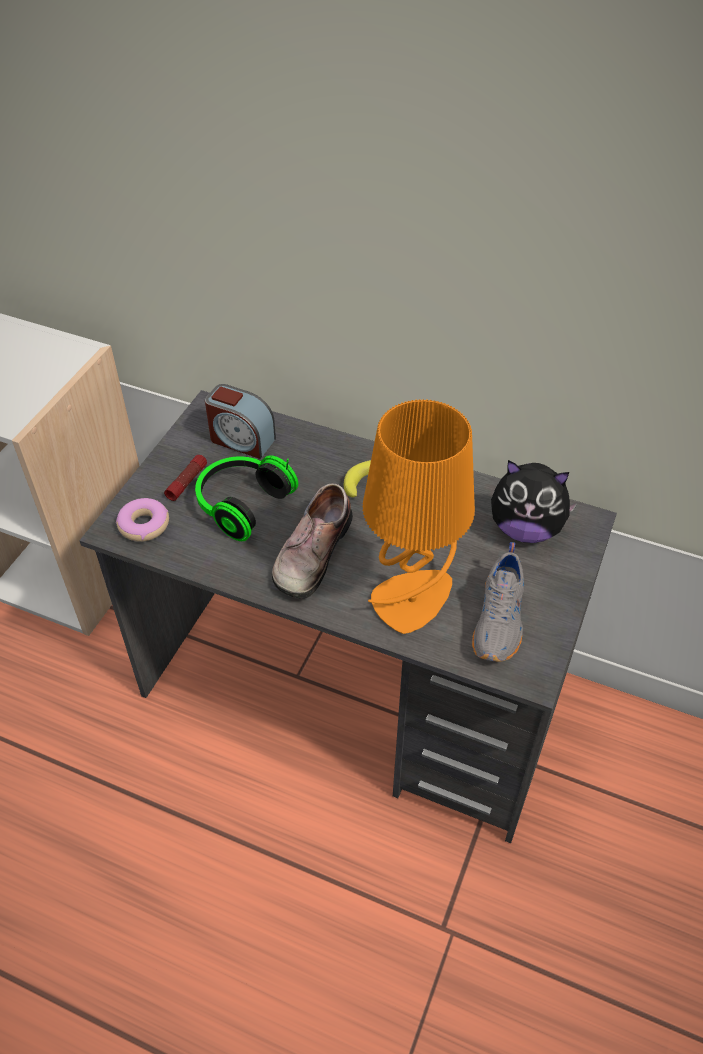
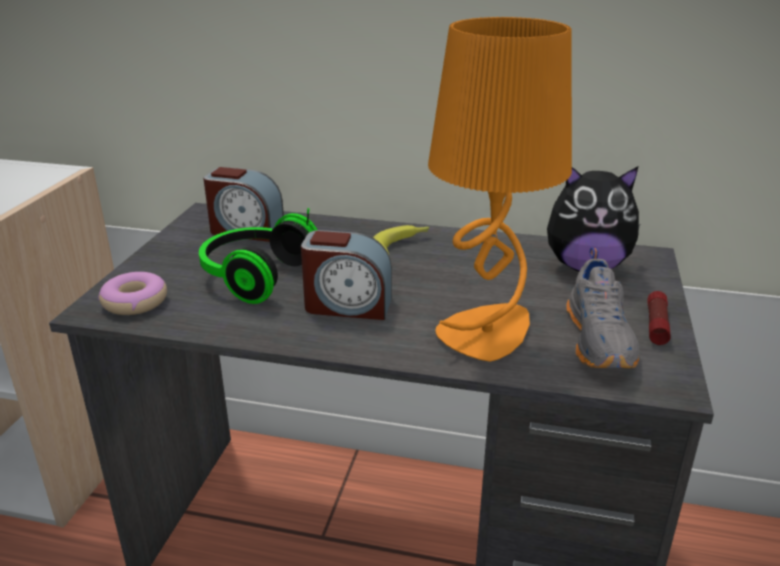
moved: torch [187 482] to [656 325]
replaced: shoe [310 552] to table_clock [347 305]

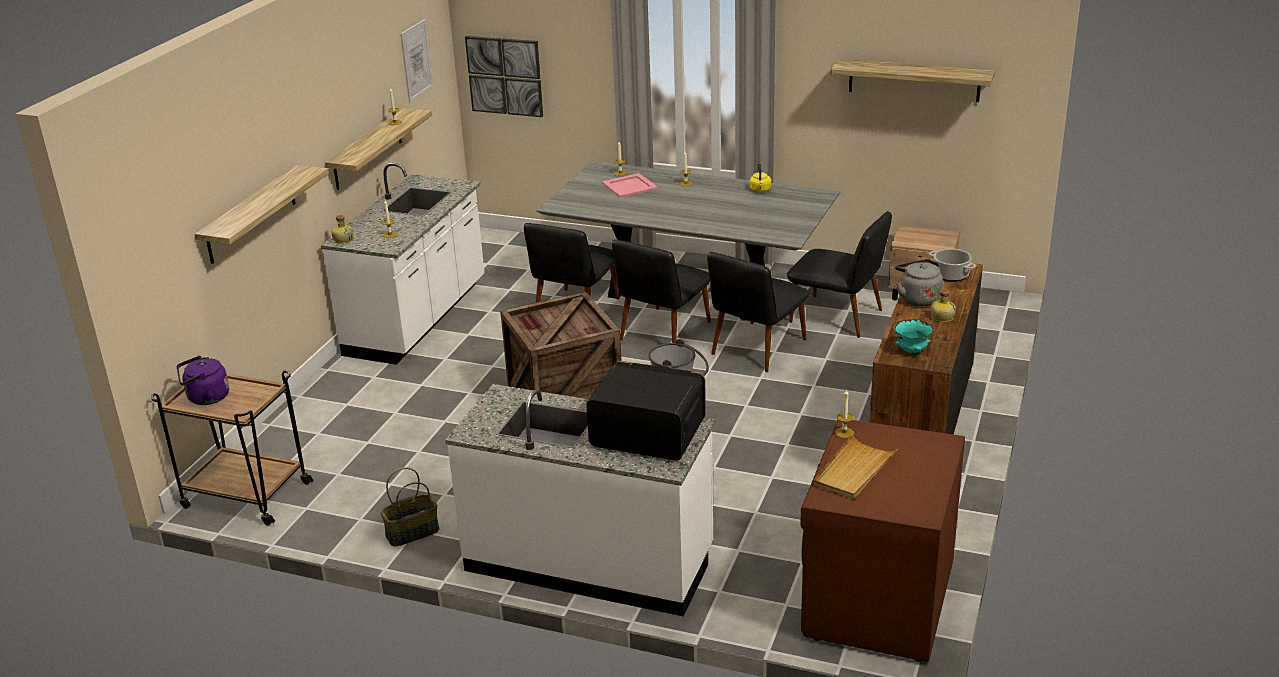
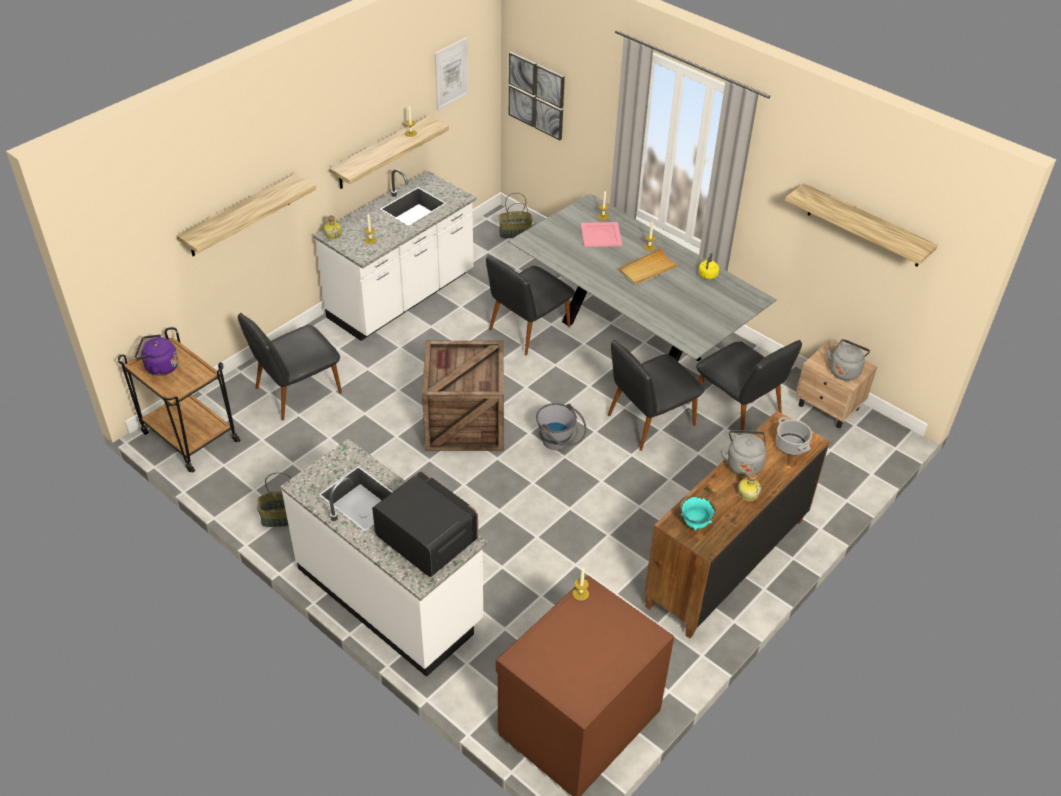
added: household_basket [515 233]; grey_water_kettle [844 370]
moved: black-coloured_plain_chair [665 331] to [298 390]; beige_serving_tray [854 470] to [648 269]

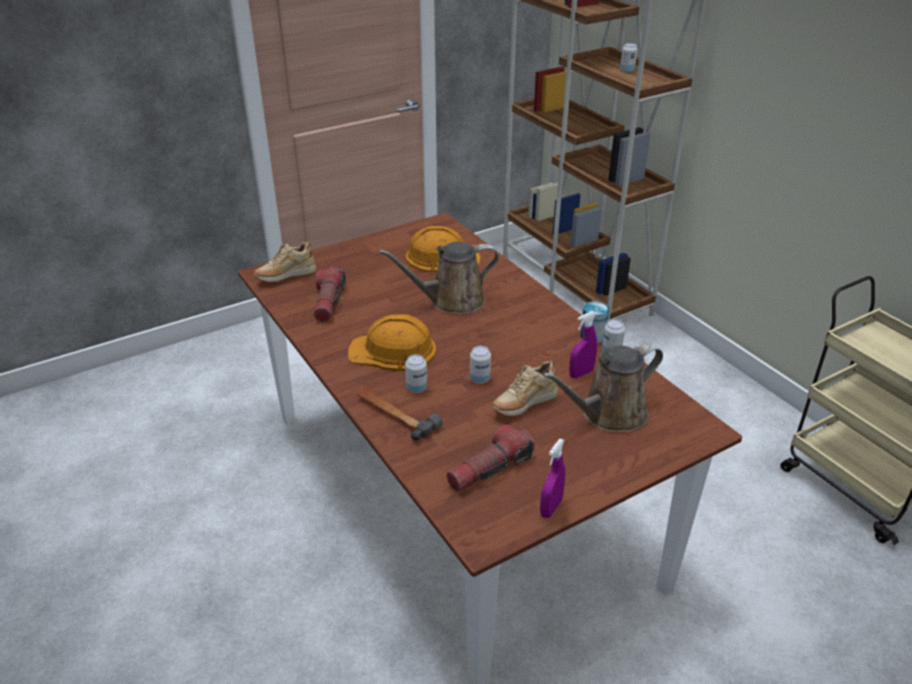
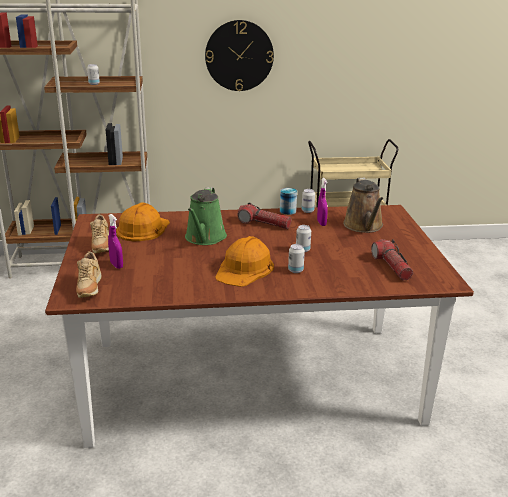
removed: hammer [396 415]
added: wall_clock [239 56]
moved: torch [328 302] to [264 224]; beige_shoe [523 405] to [101 247]; purplish_spray_bottle [551 508] to [116 265]
recoloured: brown_watering_can [451 301] to green_watering_can [204 238]

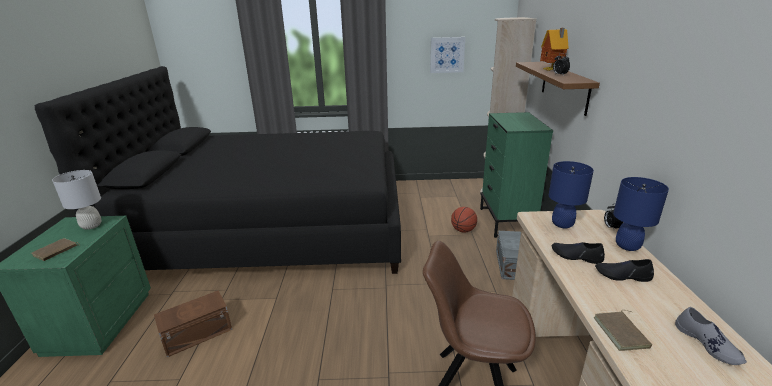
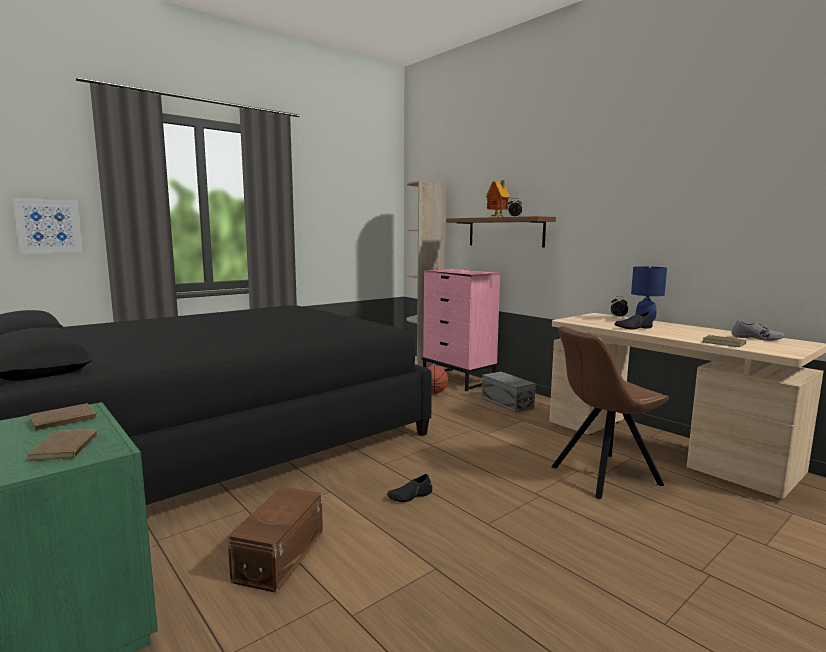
removed: bluish_table_lamp [561 224]
moved: wall_picture [447 55] to [48 226]; black-coloured_shoe [622 275] to [410 496]
replaced: grey_table_lamp [91 227] to brown_volume [64 420]
recoloured: green_drawer_chest [506 222] to pinkish_drawer_chest [458 380]

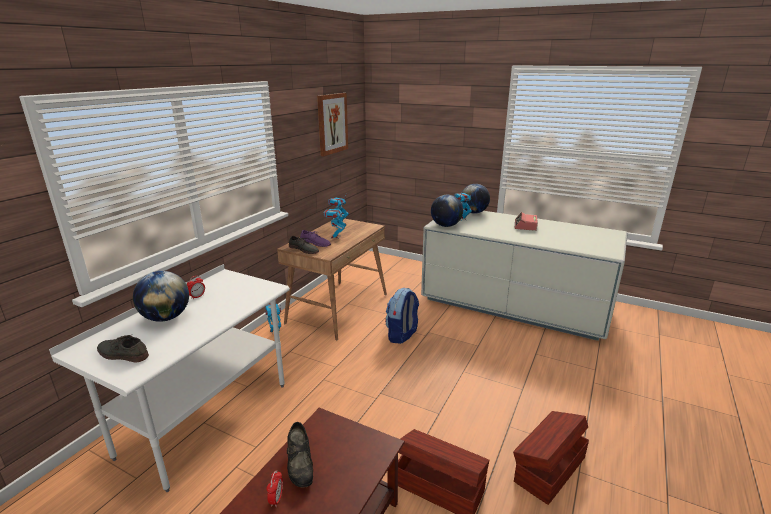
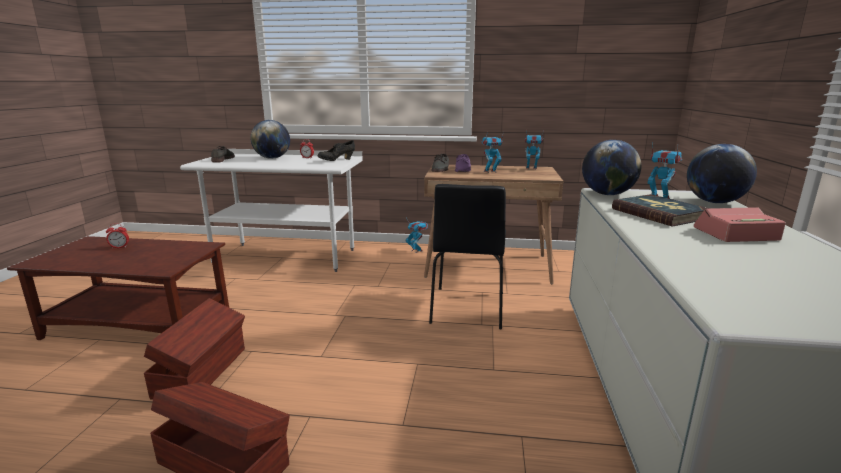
removed: wall_picture [332 123]
added: volume [659 214]
moved: black-coloured_shoe [300 467] to [337 160]
replaced: knapsack [402 335] to black-coloured_plain_chair [467 309]

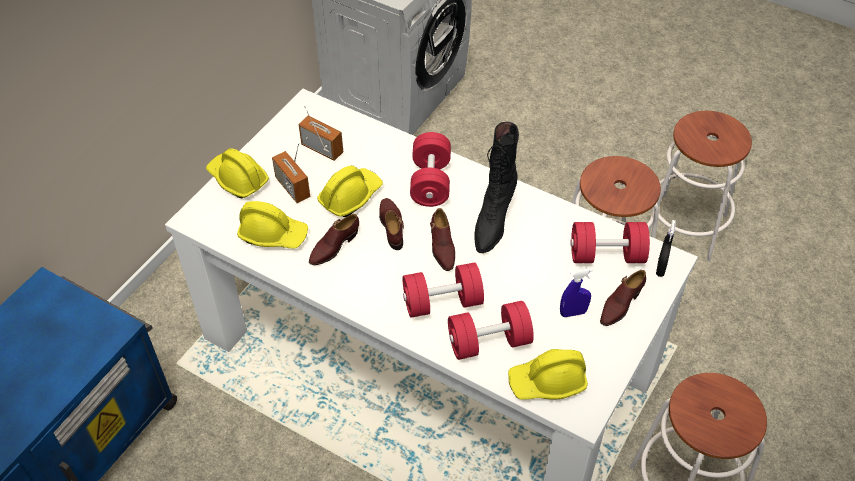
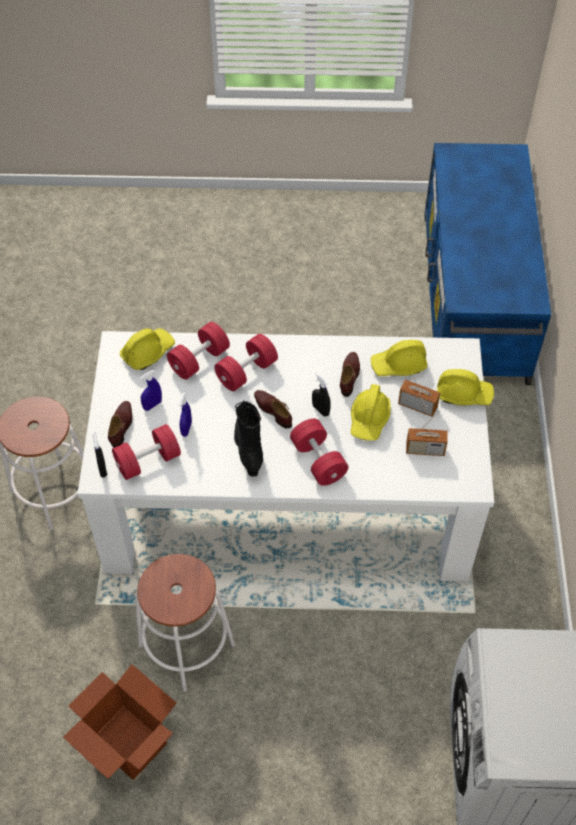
added: bluish_spray_bottle [186 429]
replaced: brown_shoe [392 226] to black-coloured_spray_bottle [320 410]; whitish_sitting_stool [685 227] to carton [128 742]

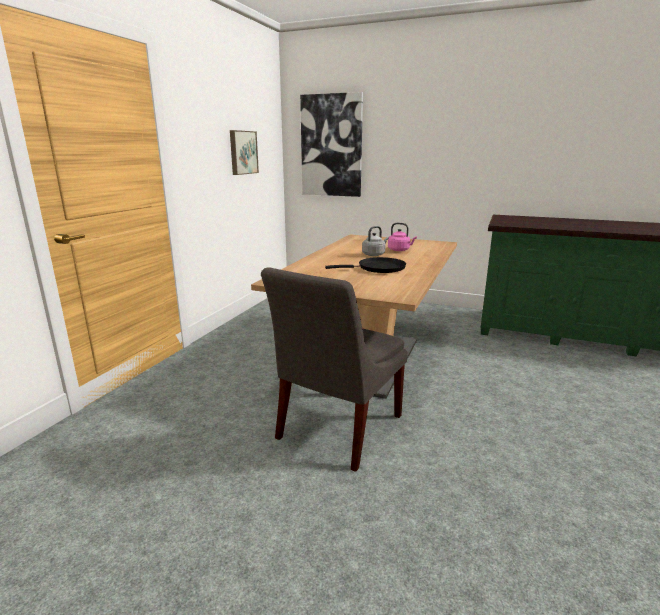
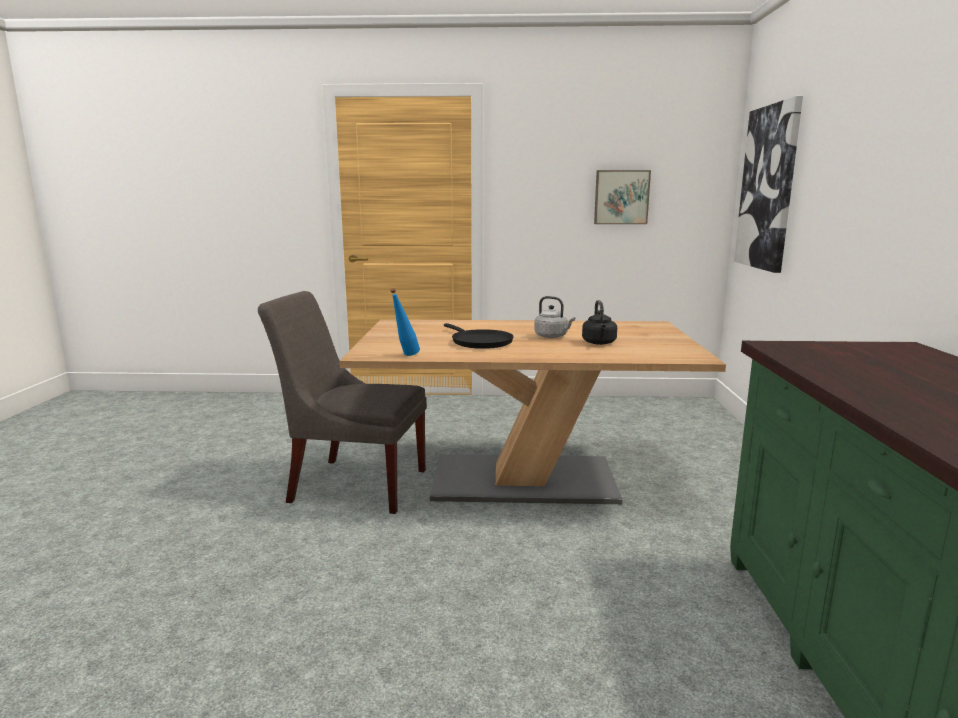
added: bluish_beverage_bottle [405 356]
recoloured: pinkish_water_kettle [400 250] to black-coloured_water_kettle [599 343]

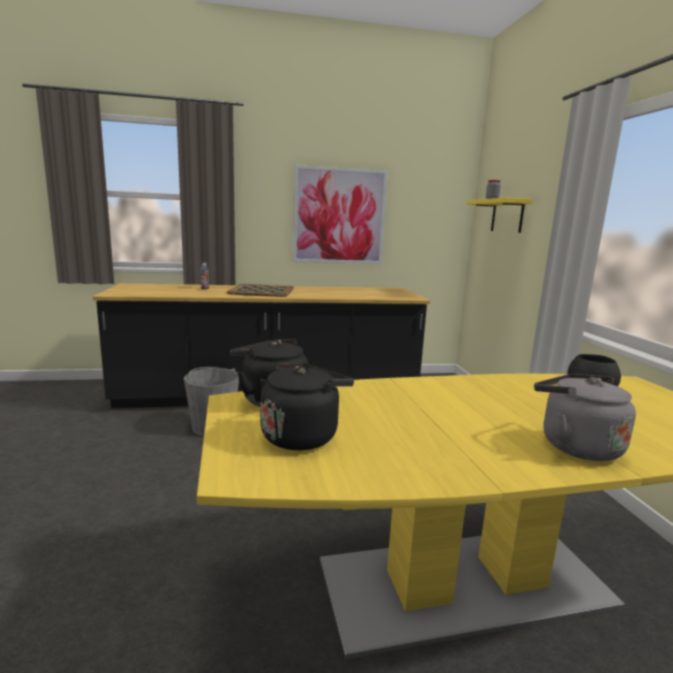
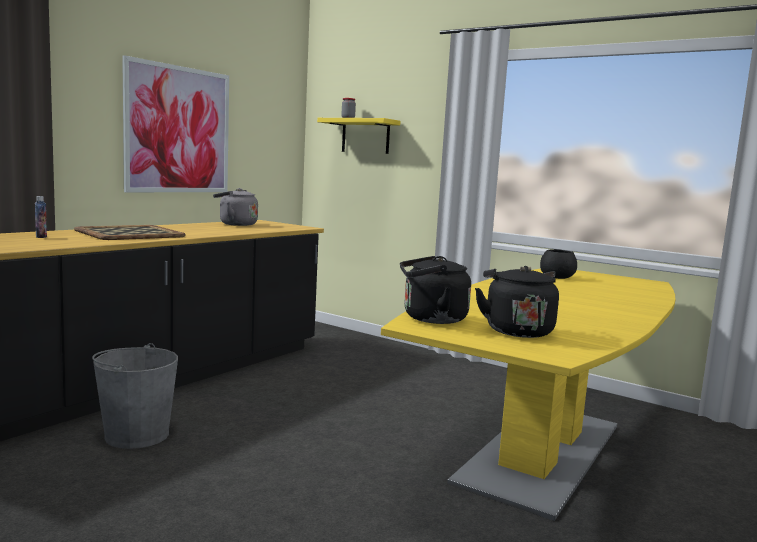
moved: grey_water_kettle [575 445] to [235 224]

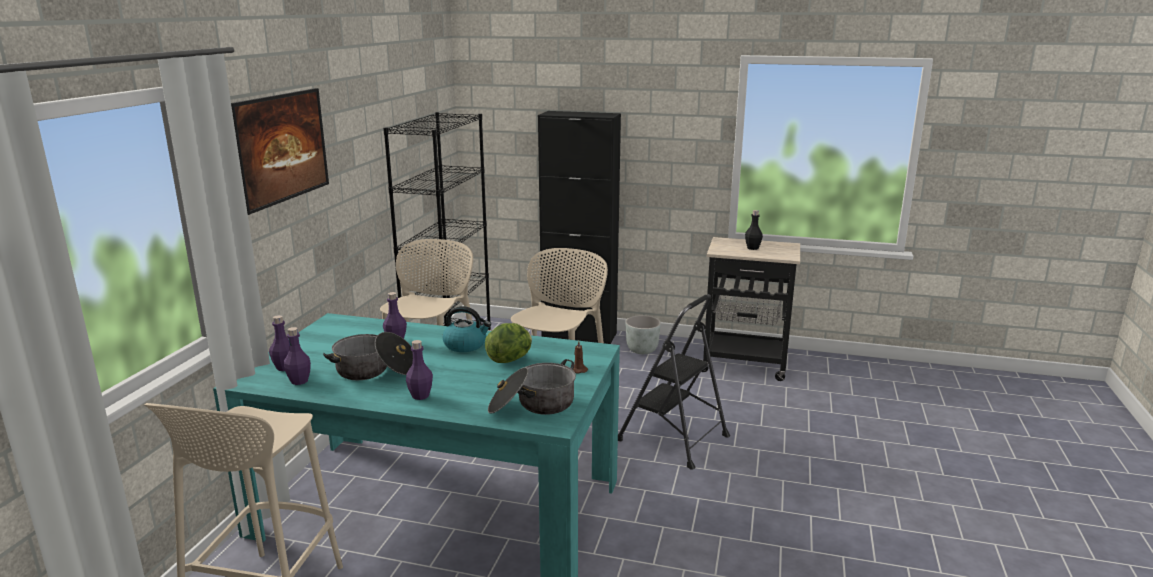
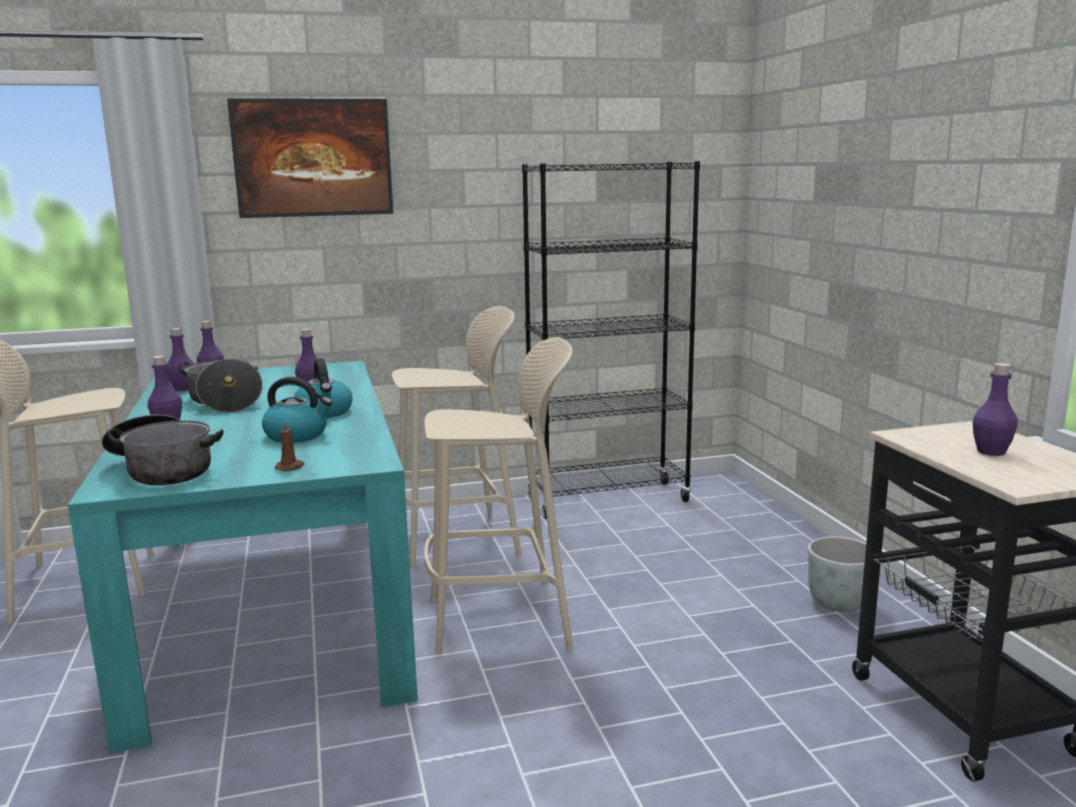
removed: black-coloured_cupboard [579 335]; black-coloured_stepladder [675 438]
replaced: head_of_lettuce [510 359] to water_kettle [297 435]
recoloured: black-coloured_beverage_bottle [752 248] to purplish_beverage_bottle [991 452]

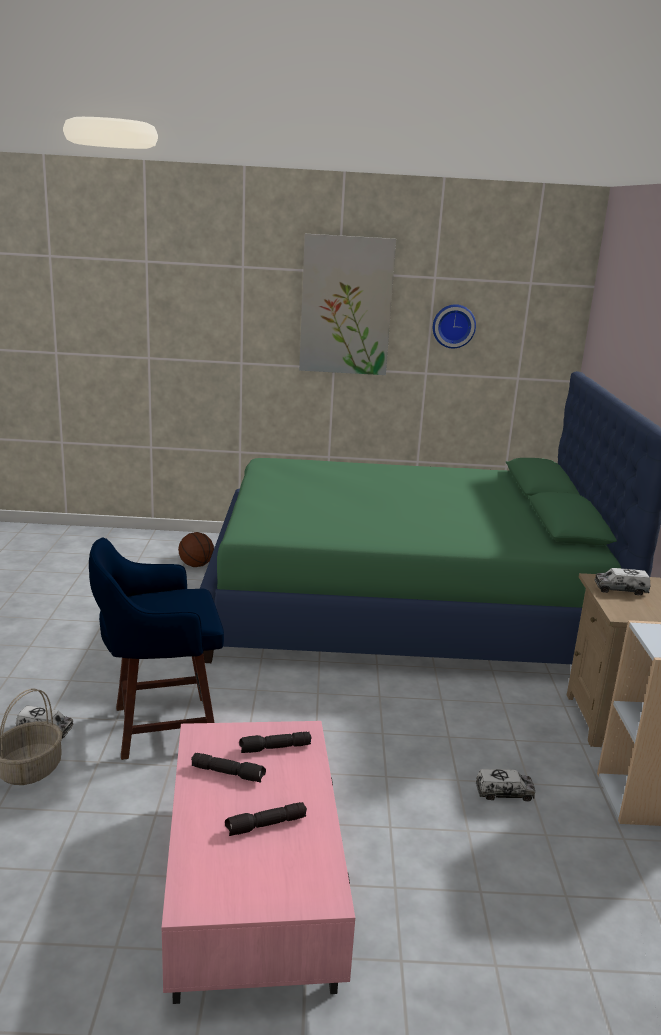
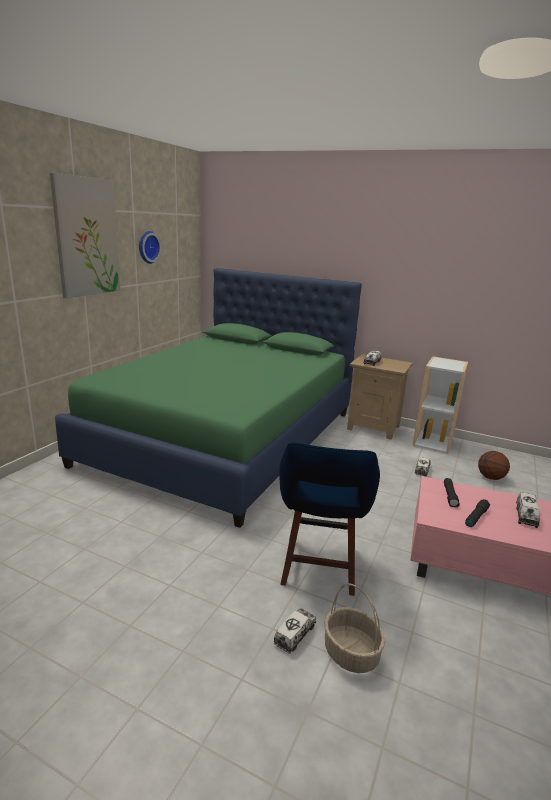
moved: basketball_ball [196 565] to [491 477]
replaced: black-coloured_torch [265 826] to toy_truck [526 516]

